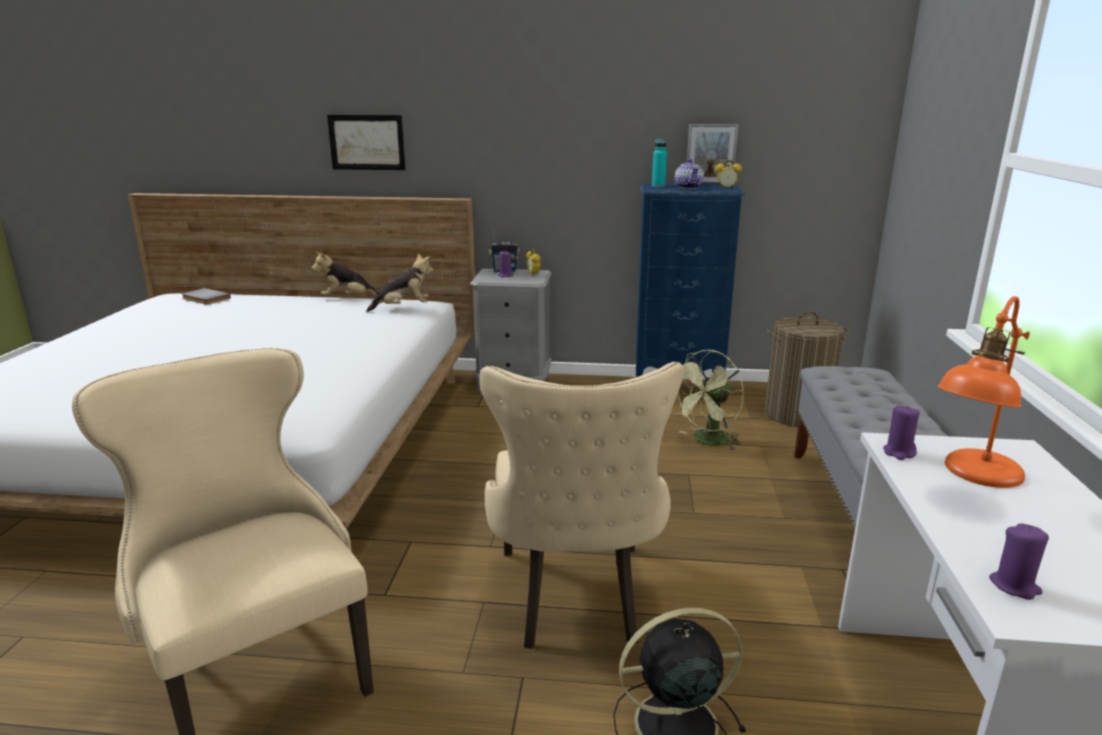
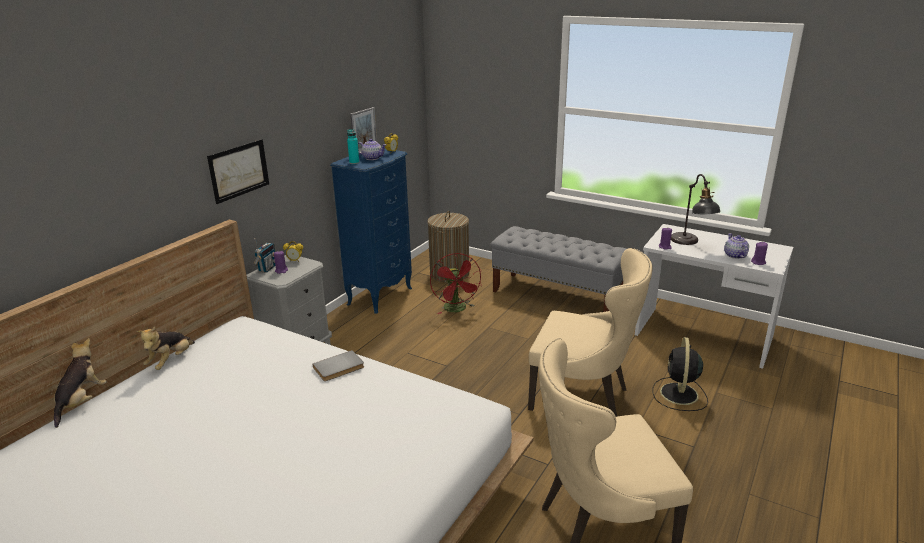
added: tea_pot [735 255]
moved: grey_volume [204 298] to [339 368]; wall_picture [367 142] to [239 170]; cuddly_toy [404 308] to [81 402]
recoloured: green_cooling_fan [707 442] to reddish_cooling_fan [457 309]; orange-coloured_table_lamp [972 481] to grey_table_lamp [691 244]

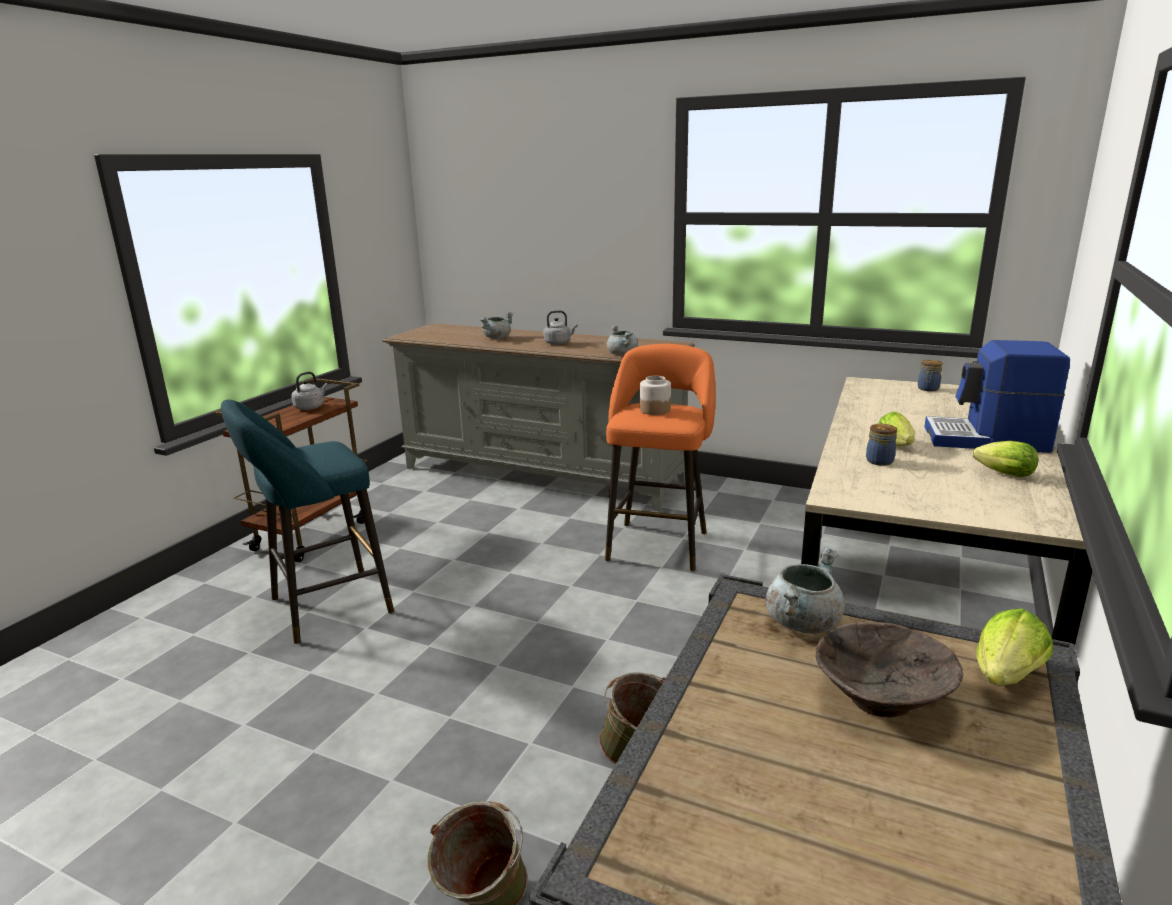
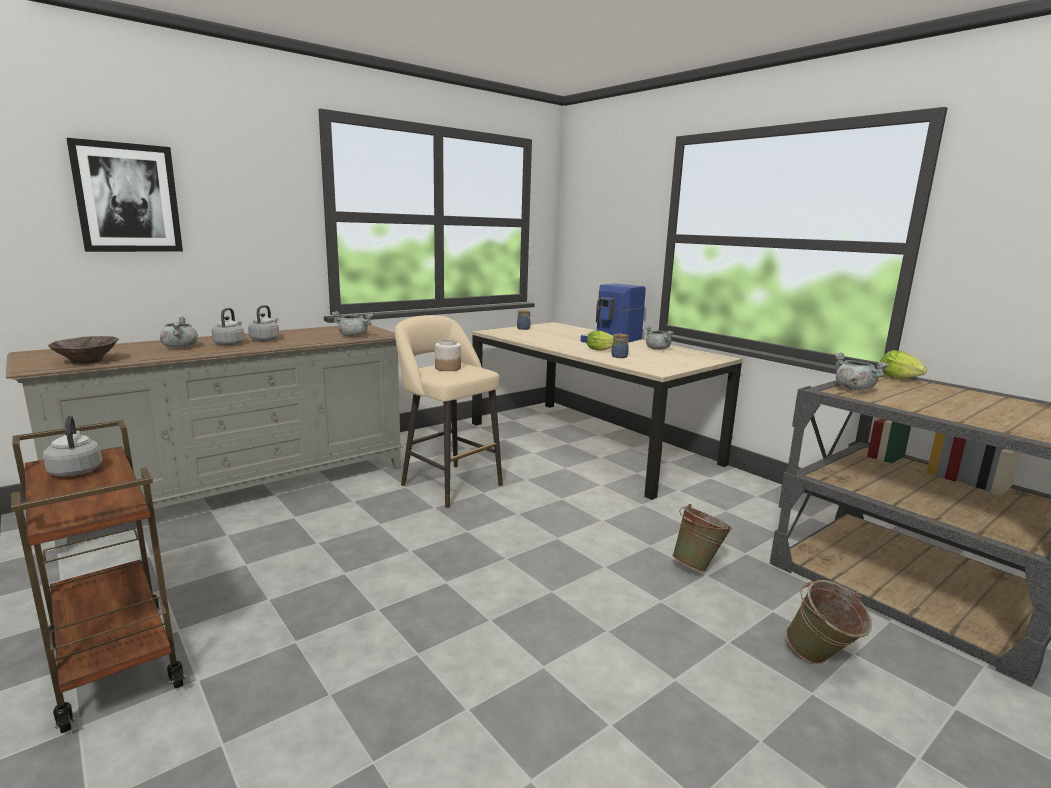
removed: blue-green_sitting_stool [323 607]
added: wall_picture [127 198]; grey_water_kettle [230 344]
moved: brown_serving_bowl [881 697] to [87 361]
replaced: head_of_lettuce [1001 474] to grey_stockpot [658 349]
recoloured: orange-coloured_sitting_stool [659 543] to beige_sitting_stool [448 483]

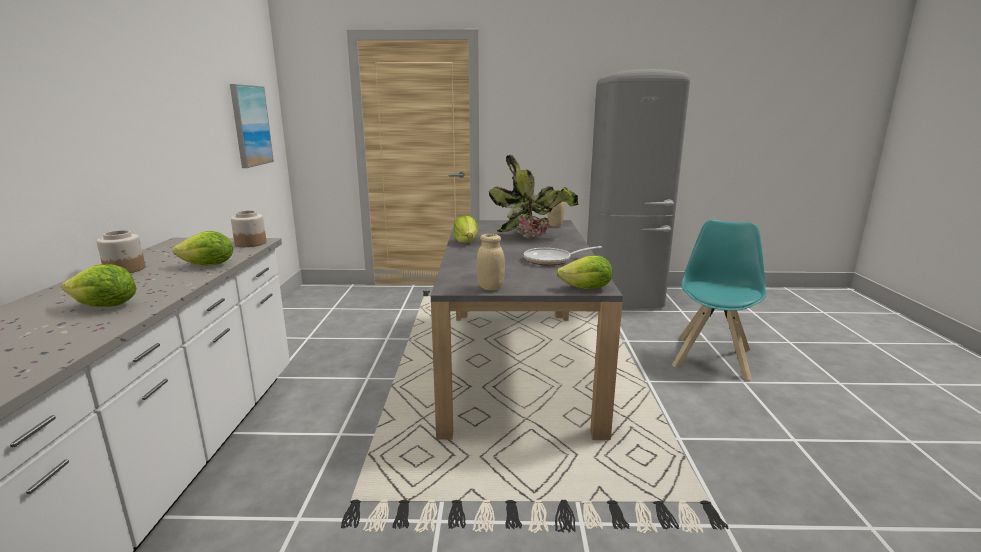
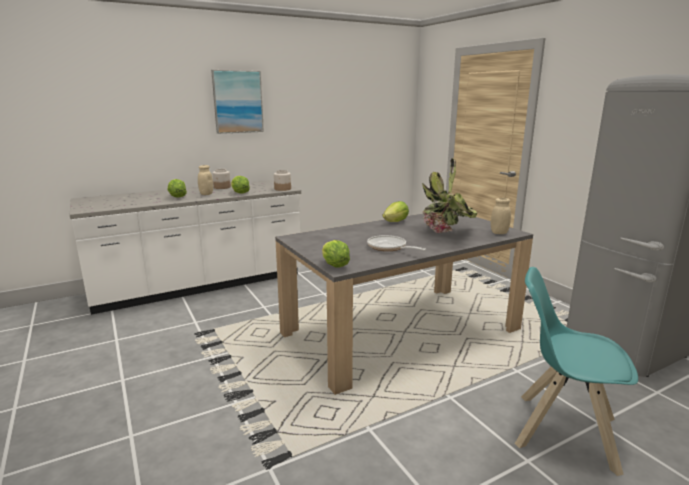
moved: wall_picture [250 125] to [238 102]; beige_preserve_jar [490 288] to [206 194]
turned: blue-green_plain_chair [712 356] = [561 430] 150 degrees counterclockwise

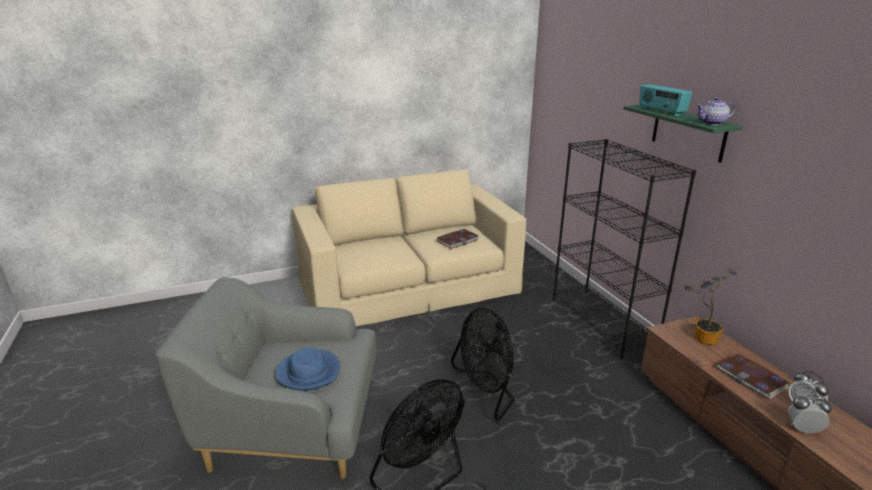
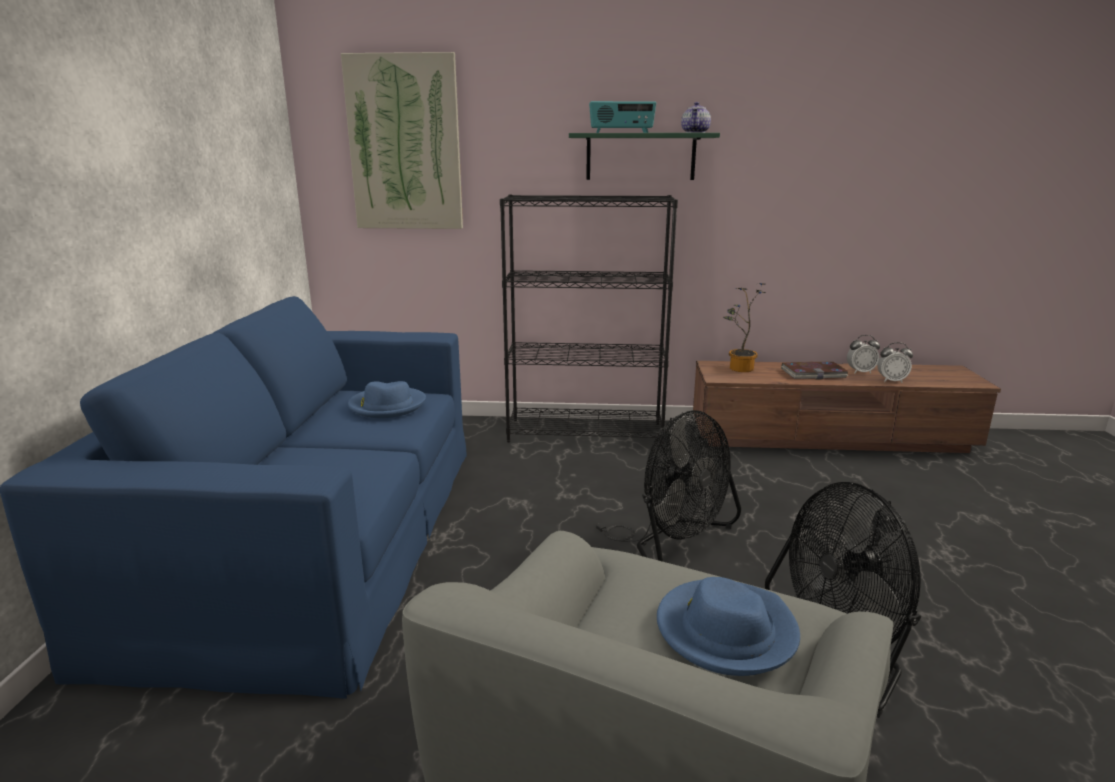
added: wall_picture [405 144]
replaced: volume [457 240] to bluish_hat [387 406]
recoloured: beige_sofa [408 284] to bluish_sofa [314 536]
turned: black-coloured_cooling_fan [489 388] = [670 543] 45 degrees counterclockwise; table_clock [803 430] = [891 381] 120 degrees counterclockwise

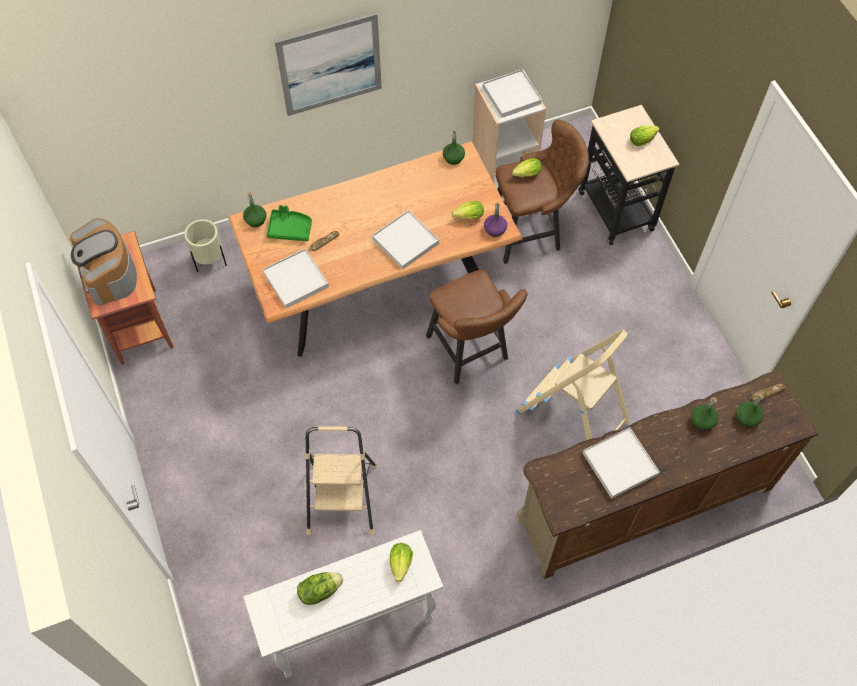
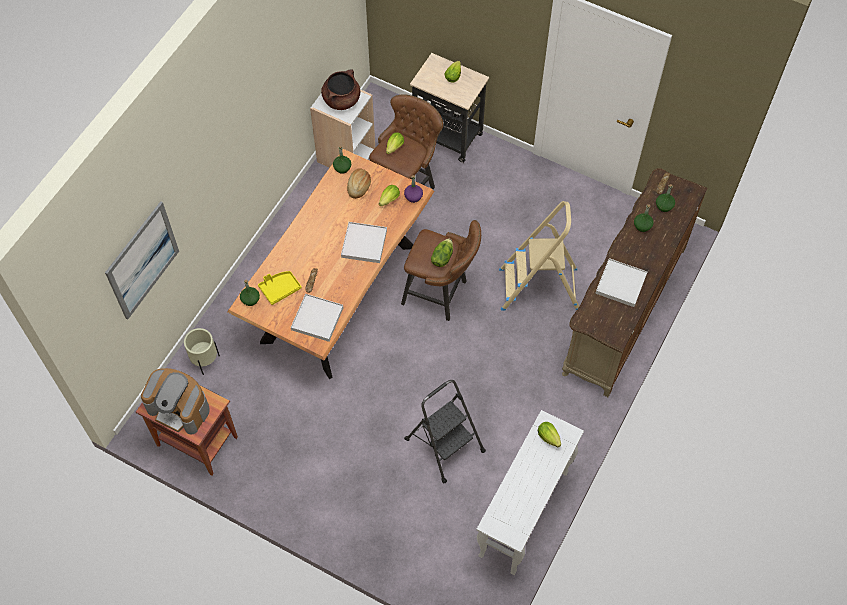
added: baked_bread [359 186]
moved: wall_picture [330 64] to [142 260]; head_of_lettuce [319 590] to [442 257]
replaced: whitish_serving_tray [511 95] to brown_stockpot [341 100]
recoloured: green_serving_tray [290 229] to yellow_serving_tray [280 289]; beige_stepladder [342 494] to black-coloured_stepladder [443 442]

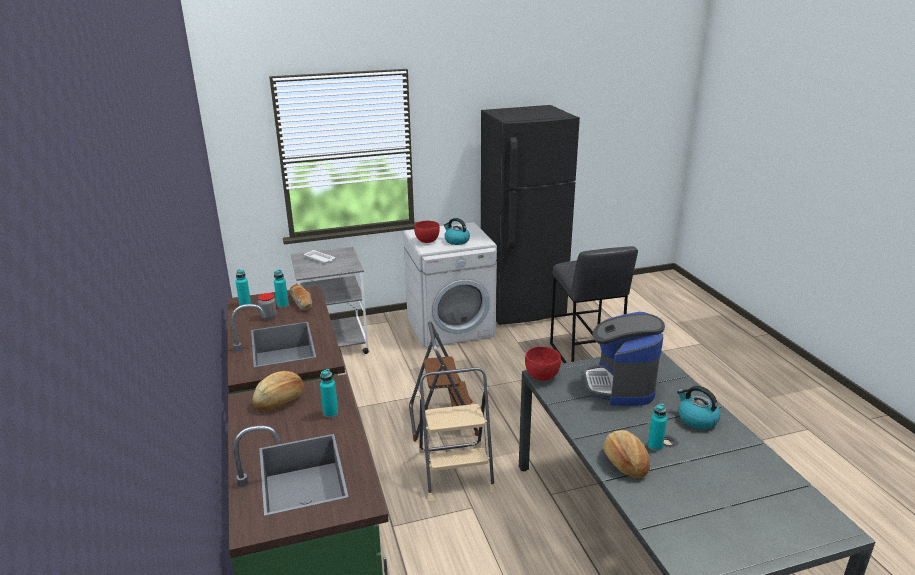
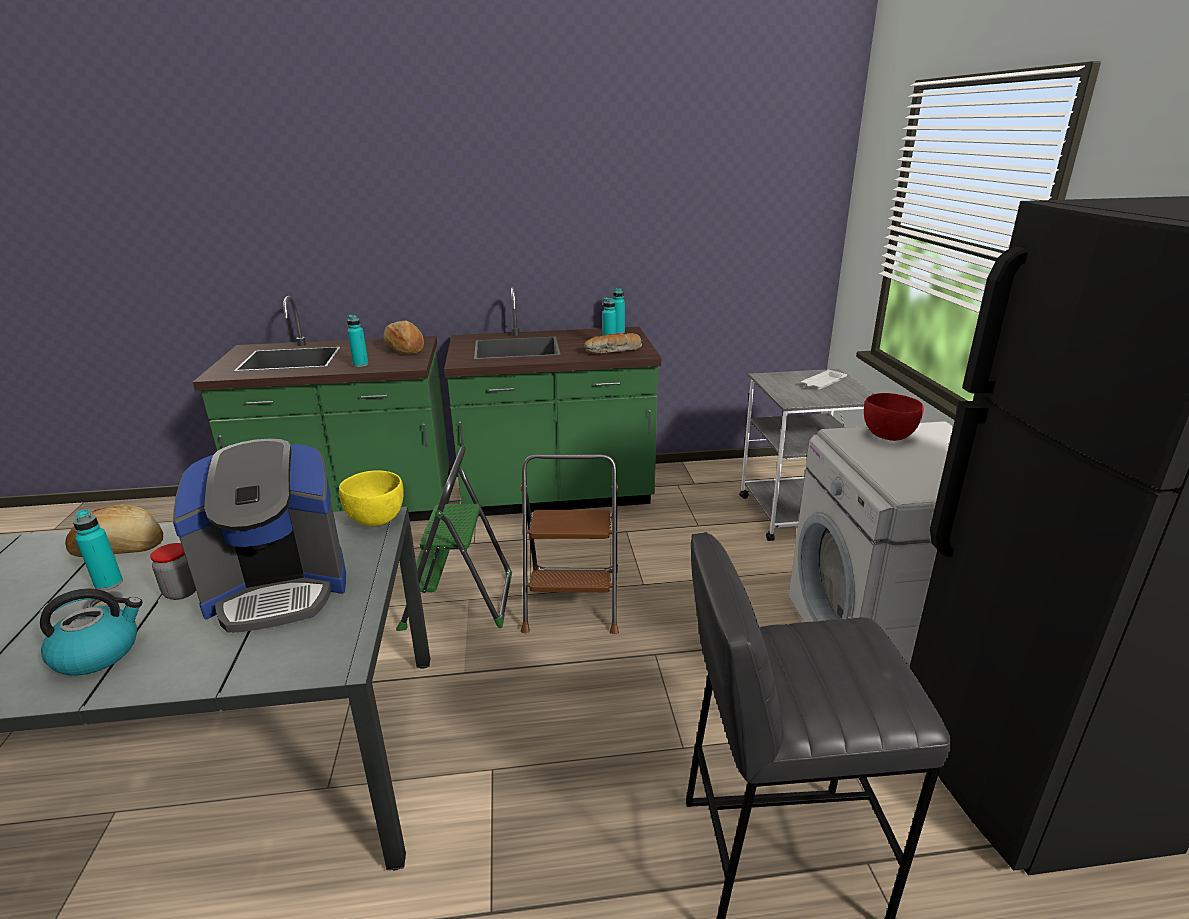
removed: water_kettle [456 241]
moved: preserve_jar [269 317] to [182 592]
recoloured: beige_stepladder [455 468] to green_stepladder [463 600]; reddish_serving_bowl [542 376] to yellow_serving_bowl [376 519]
turned: coffee_machine [620 386] = [279 589] 150 degrees clockwise

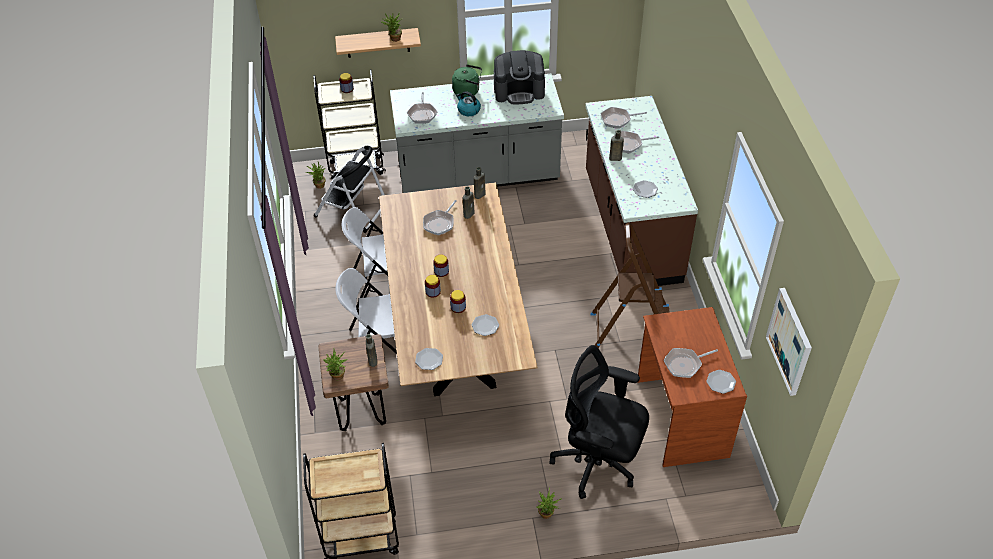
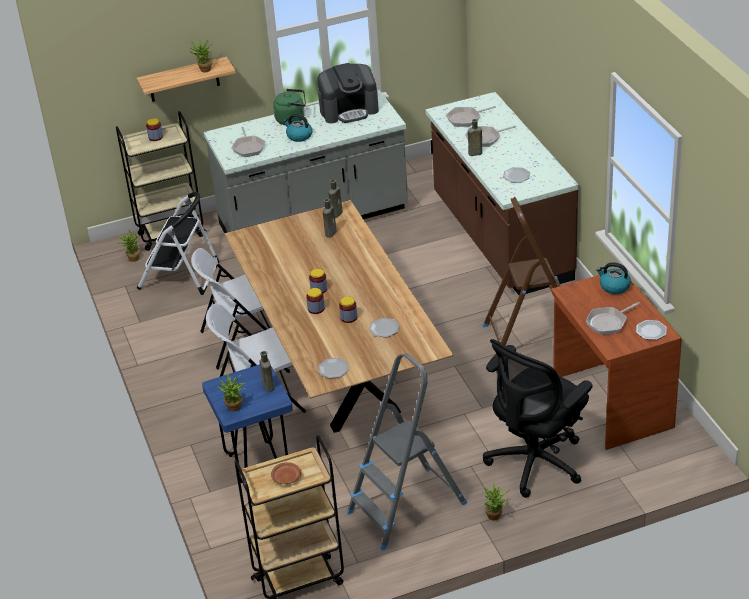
removed: pan [440 223]; wall_picture [790 341]
added: brown_dinner_plate [286 477]; grey_stepladder [405 508]; water_kettle [614 287]
recoloured: brown_sitting_stool [362 412] to bluish_sitting_stool [257 462]
turned: black-coloured_office_chair [600 461] = [537 457] 60 degrees counterclockwise

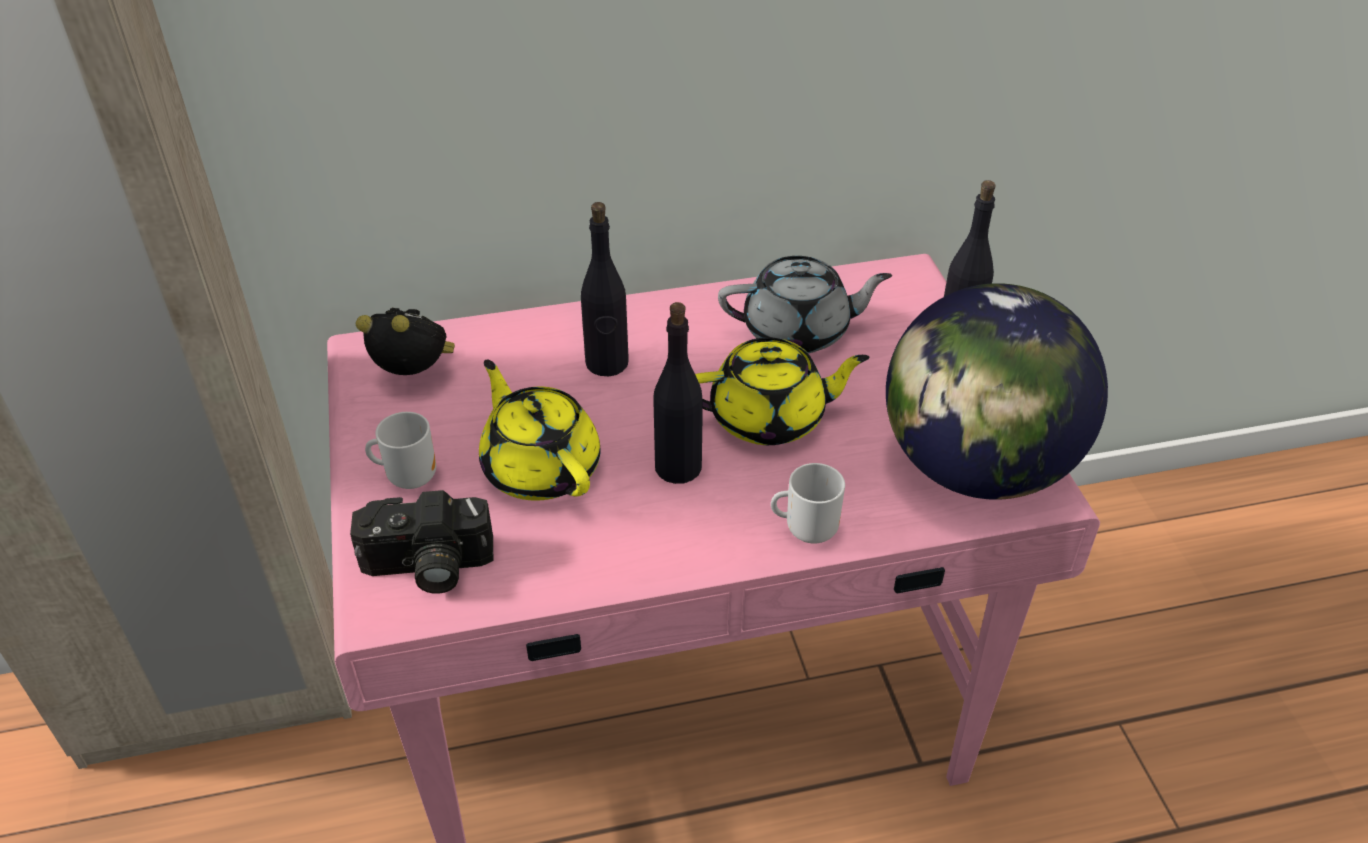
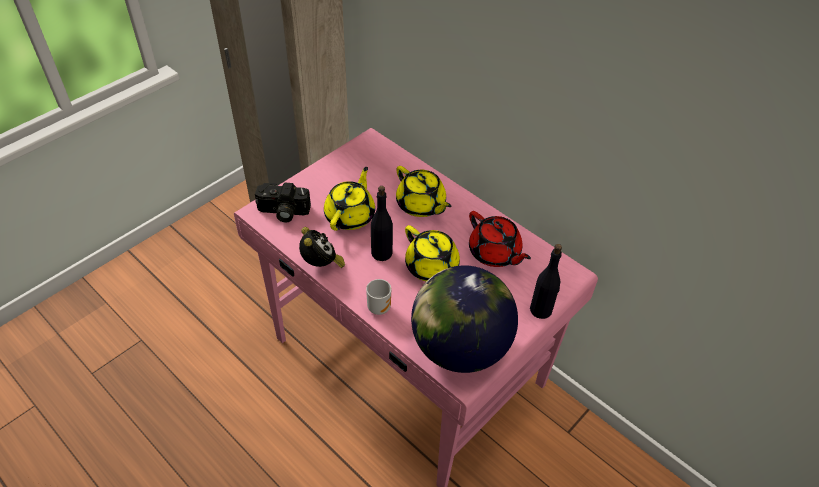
removed: coffee_mug [409 477]
moved: table_clock [416 375] to [321 265]
replaced: black-coloured_beverage_bottle [607 363] to yellow_tea_pot [421 205]
recoloured: grey_tea_pot [798 331] to reddish_tea_pot [495 253]
turned: still_camera [427 567] = [282 212] 45 degrees counterclockwise

